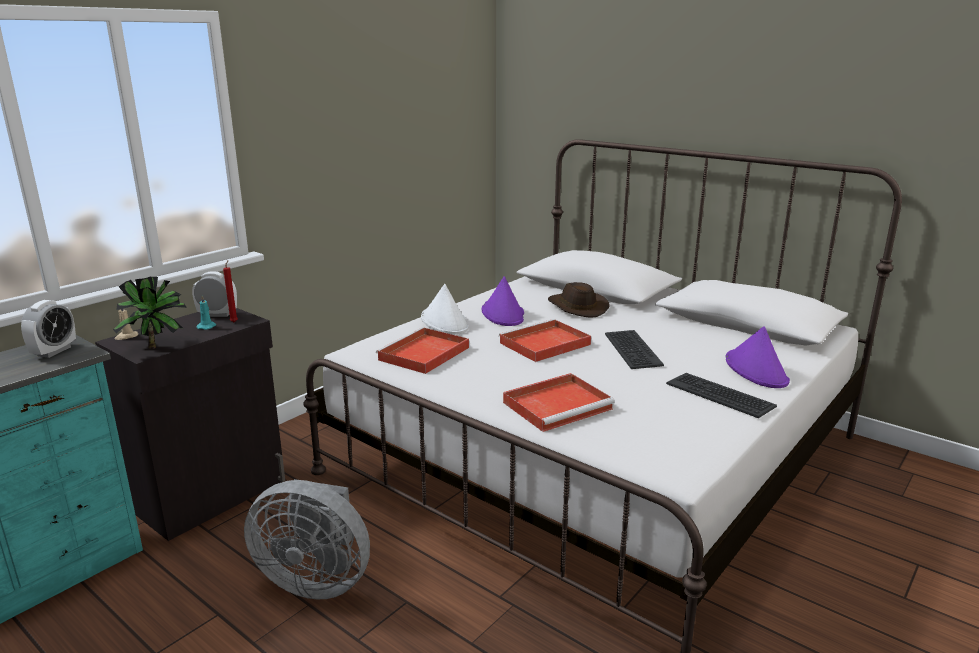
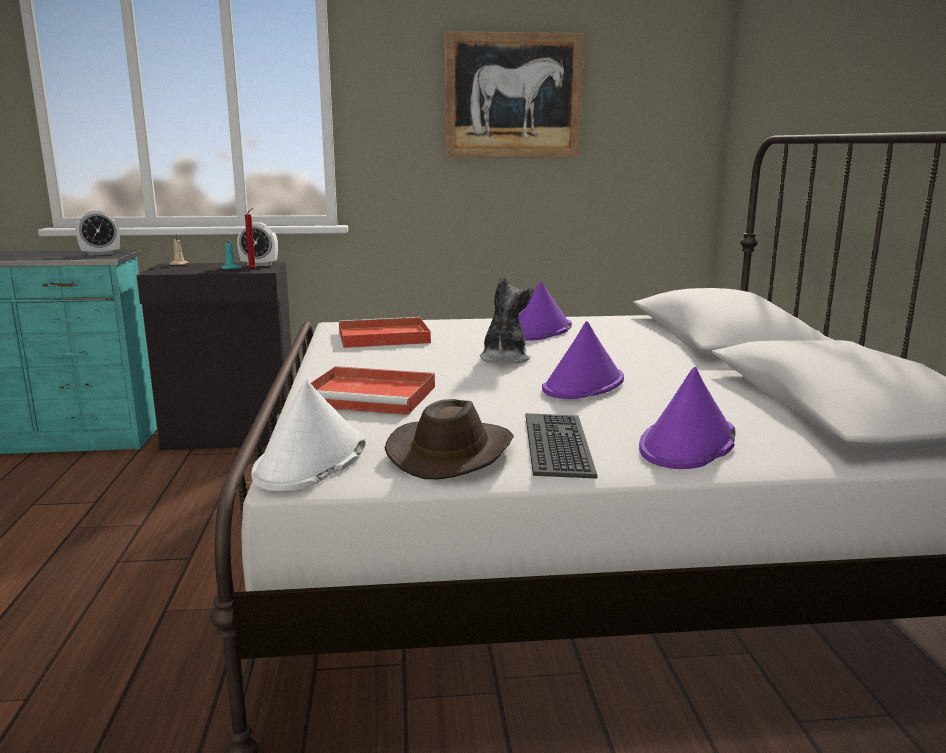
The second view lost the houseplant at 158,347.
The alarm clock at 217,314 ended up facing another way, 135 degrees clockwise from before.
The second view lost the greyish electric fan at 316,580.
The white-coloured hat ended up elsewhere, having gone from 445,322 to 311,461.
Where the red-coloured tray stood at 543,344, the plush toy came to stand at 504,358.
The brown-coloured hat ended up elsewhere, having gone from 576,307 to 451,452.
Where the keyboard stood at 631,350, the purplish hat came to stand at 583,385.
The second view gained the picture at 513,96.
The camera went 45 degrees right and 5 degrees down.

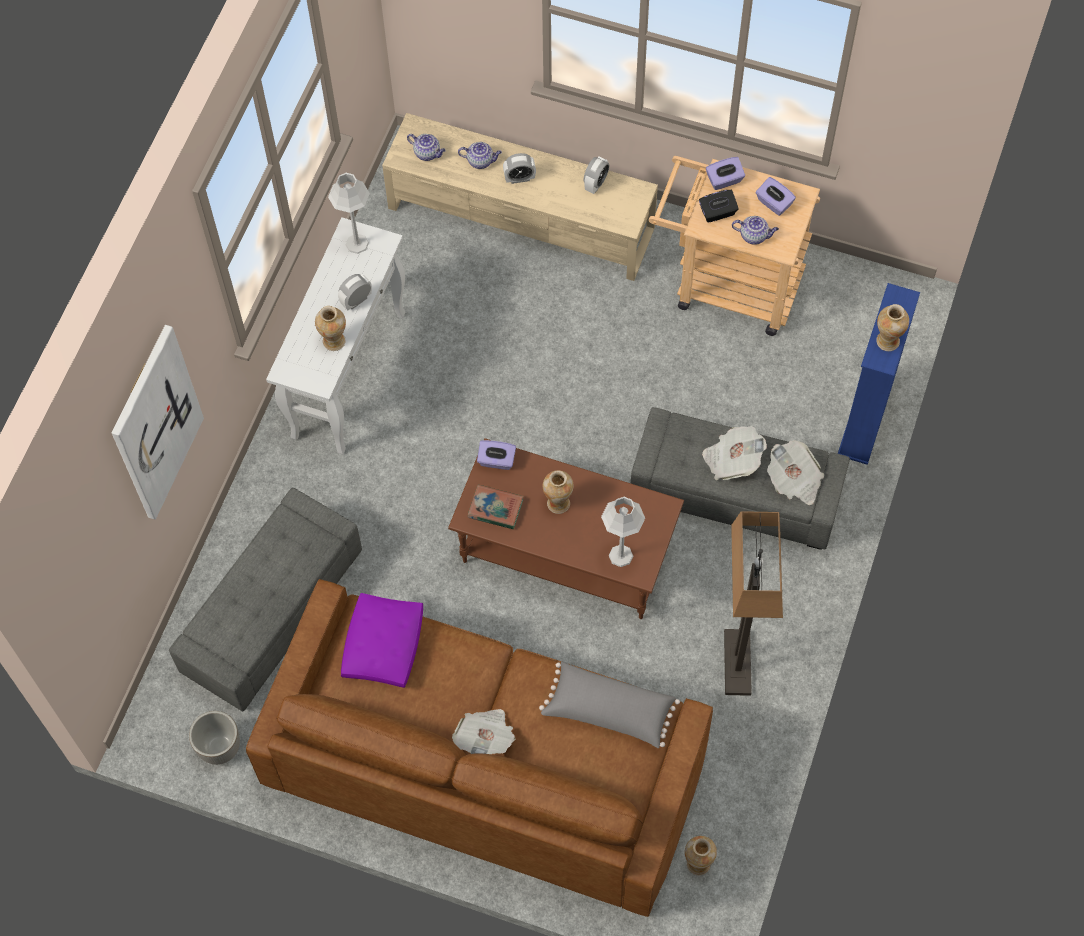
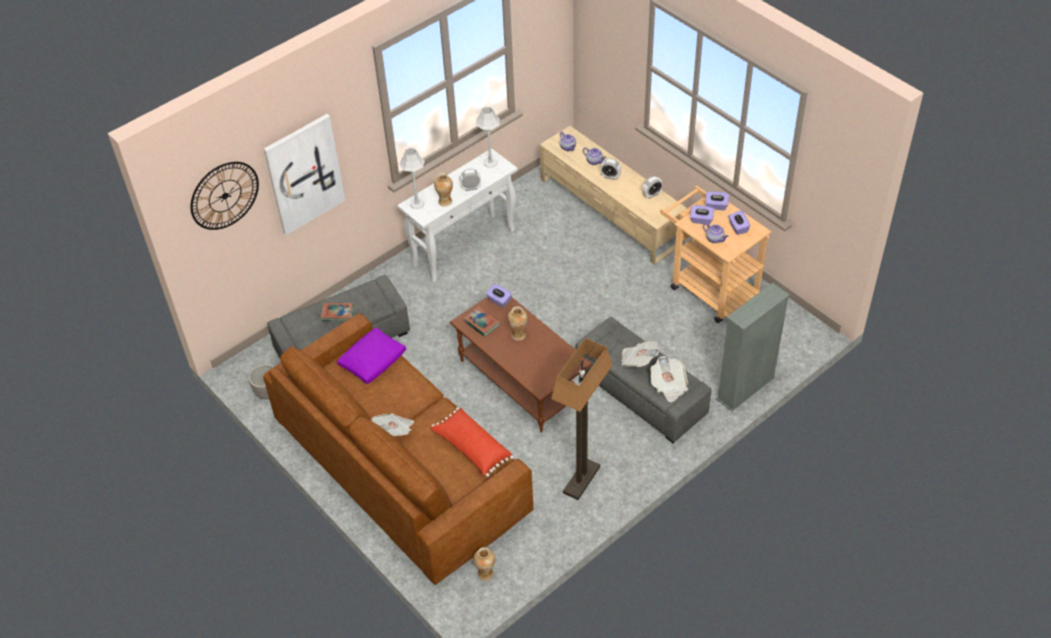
What was the greyish throw pillow at 608,711 turned into the red-coloured throw pillow at 471,448.
The greyish tabletop lamp ended up elsewhere, having gone from 621,555 to 417,204.
What was the black tissue box at 717,213 turned into the purplish tissue box at 701,220.
What was the blue-coloured shelving unit at 865,421 turned into the greyish shelving unit at 745,388.
The second view lost the decorative vase at 887,341.
The second view gained the clock on the wall at 224,195.
The second view gained the bound book at 337,313.
The camera went 30 degrees right and 15 degrees down.

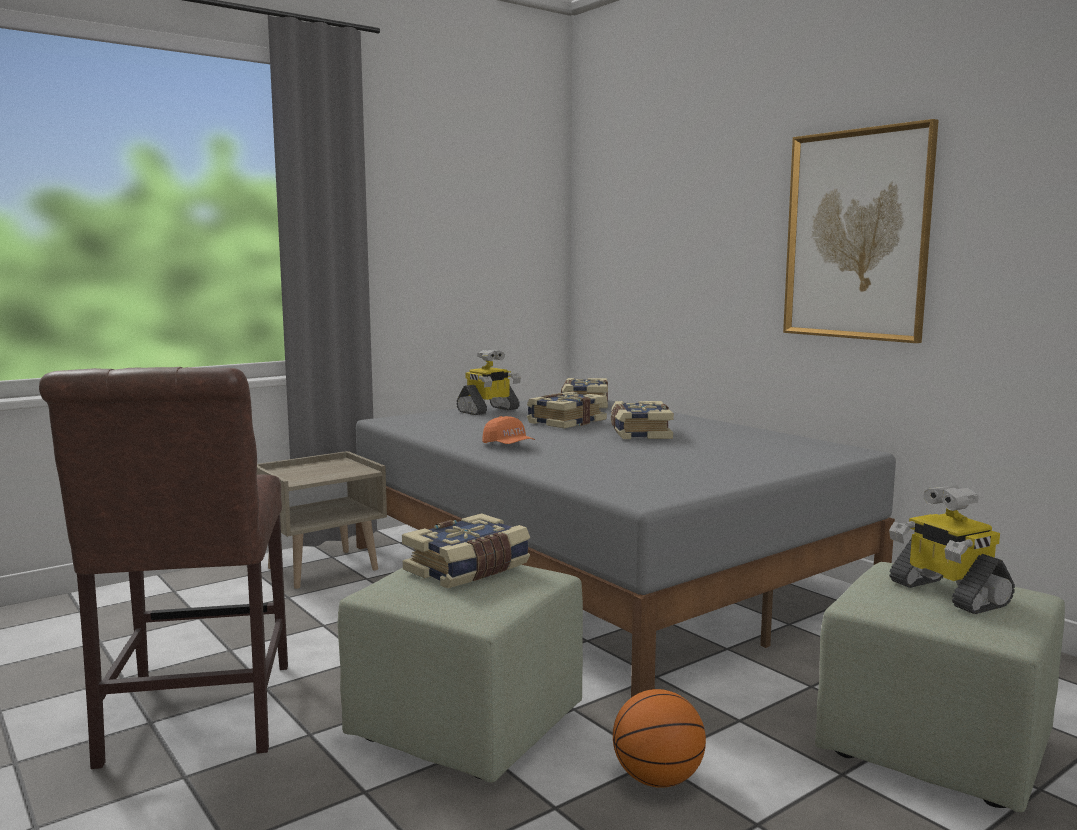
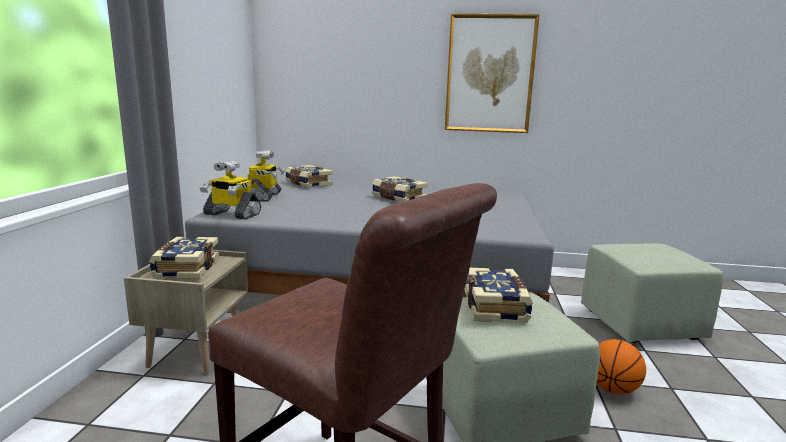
The second view lost the orange-coloured peaked cap at 508,446.
The bound book ended up elsewhere, having gone from 565,422 to 185,268.
The model robot ended up elsewhere, having gone from 946,593 to 231,214.
The camera went 45 degrees left and 5 degrees up.

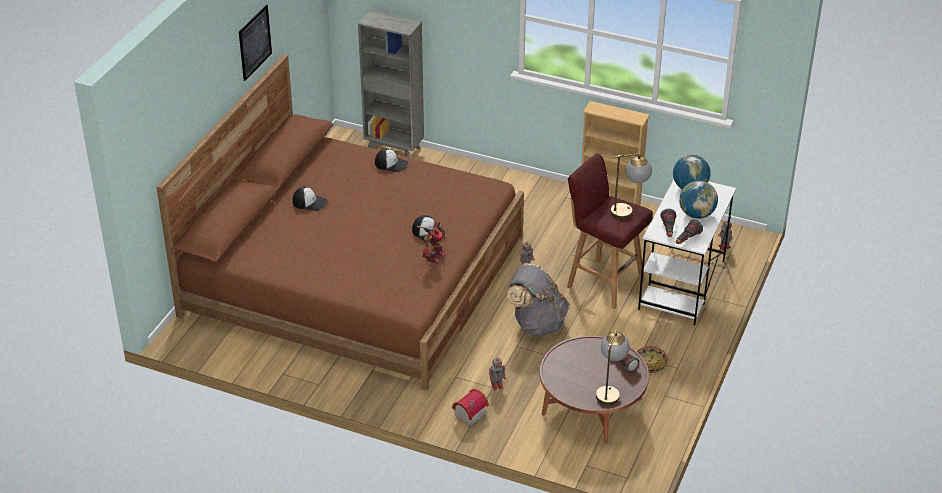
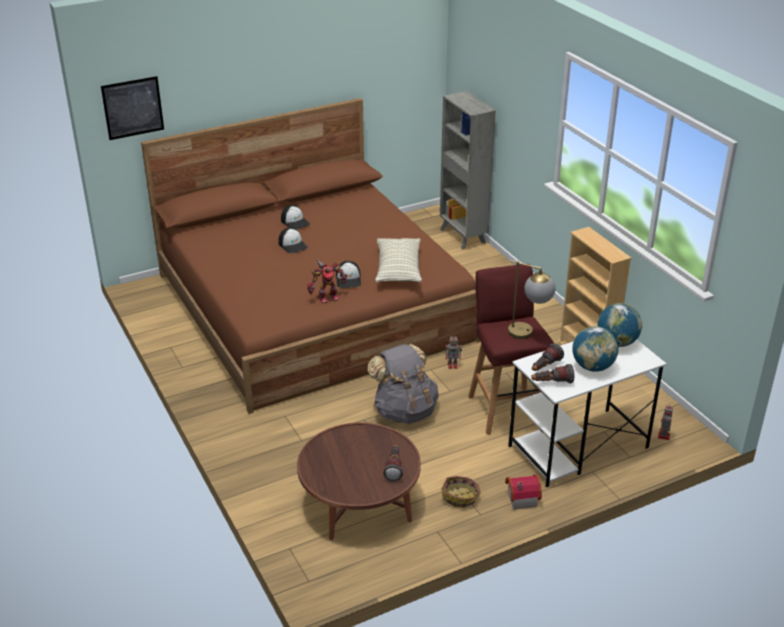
The picture ended up elsewhere, having gone from 255,42 to 133,108.
The peaked cap ended up elsewhere, having gone from 391,164 to 293,245.
The model house ended up elsewhere, having gone from 468,414 to 520,498.
The second view lost the model robot at 497,385.
The second view lost the tabletop lamp at 609,390.
The second view gained the throw pillow at 398,270.
The camera went 40 degrees right and 5 degrees down.

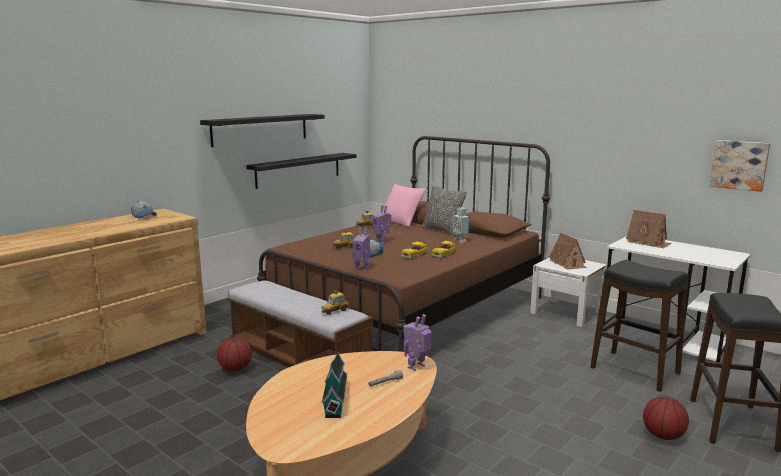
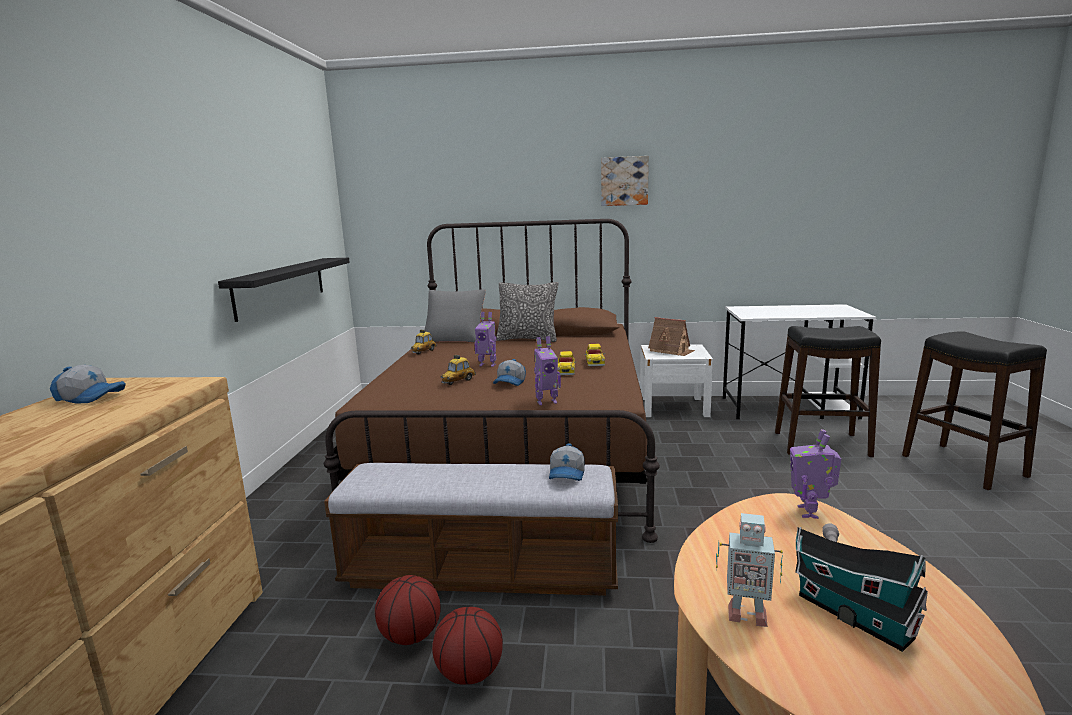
The second view lost the black shelf at 260,129.
Where the toy car stood at 335,311, the peaked cap came to stand at 568,474.
What was the pink throw pillow at 401,221 turned into the greyish throw pillow at 455,339.
The model robot ended up elsewhere, having gone from 460,241 to 745,613.
The second view lost the model house at 648,242.
The basketball ball ended up elsewhere, having gone from 662,436 to 469,673.
The picture ended up elsewhere, having gone from 739,165 to 624,181.
The camera went 35 degrees left and 0 degrees up.

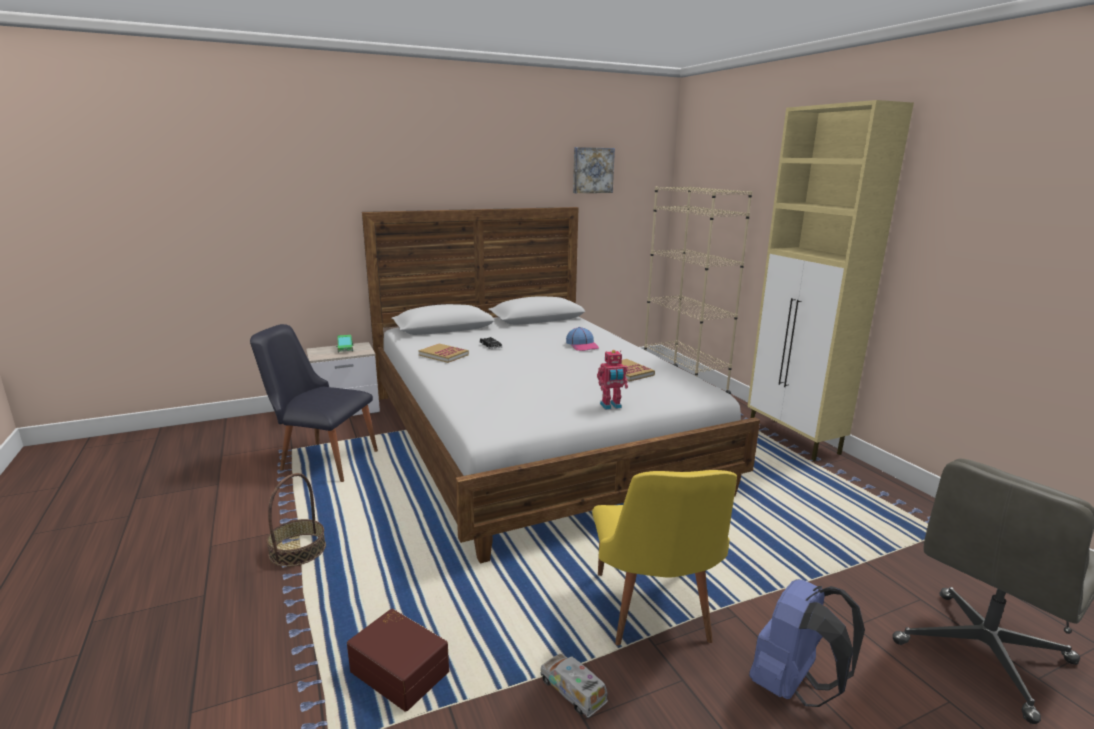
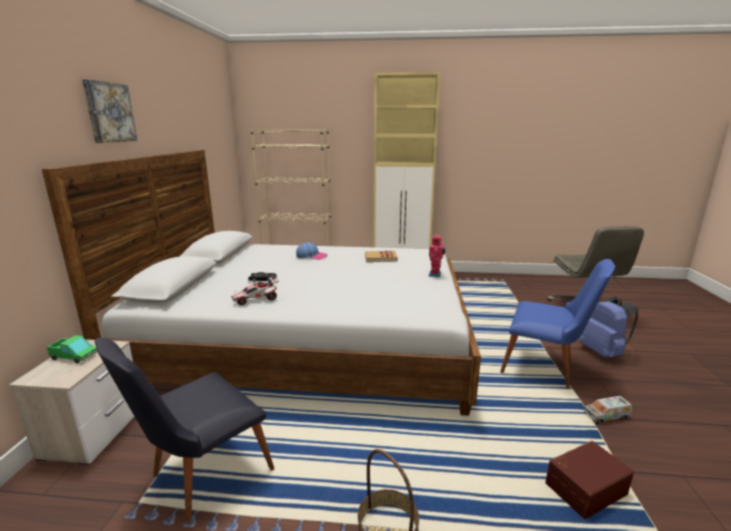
Where the bound book stood at 443,355, the toy car came to stand at 256,299.
The picture ended up elsewhere, having gone from 592,170 to 108,112.
What was the yellow upright chair at 653,615 turned into the blue-coloured upright chair at 545,369.
The camera went 60 degrees left and 0 degrees up.

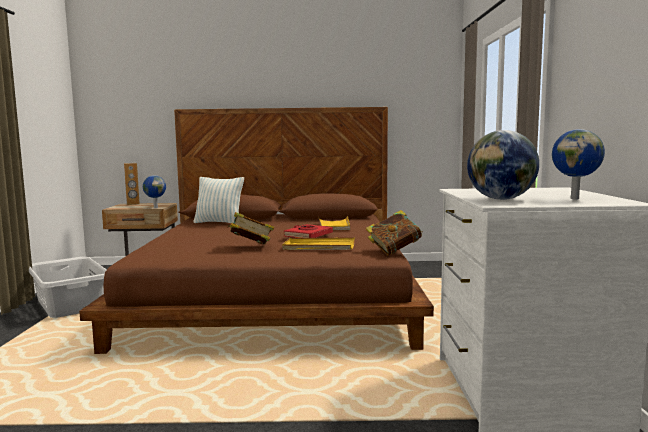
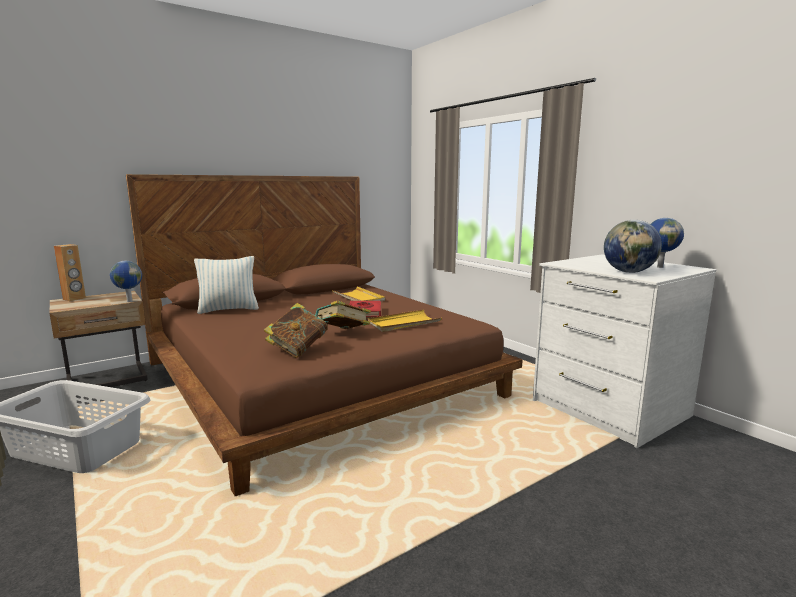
The bound book ended up elsewhere, having gone from 394,251 to 298,350.
The camera went 35 degrees left and 5 degrees up.

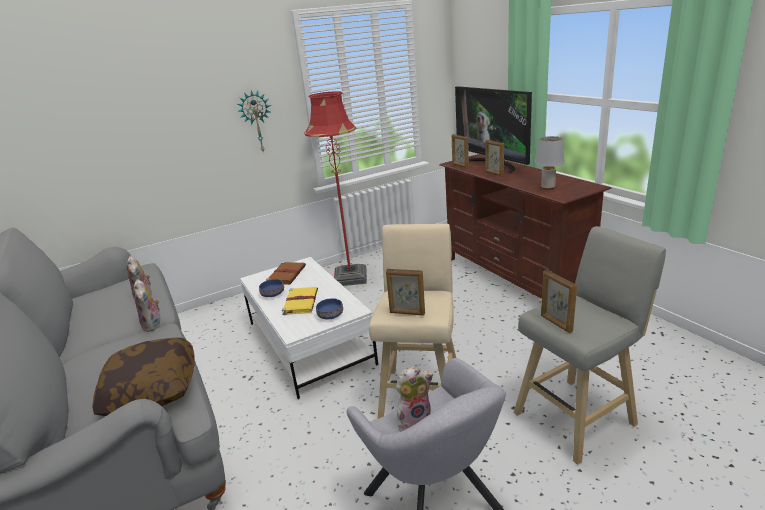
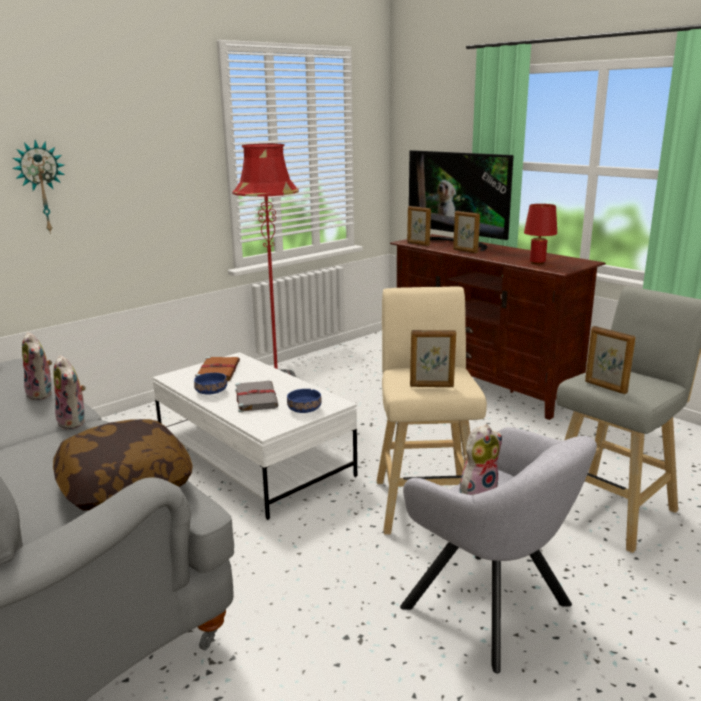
The clock on the wall ended up elsewhere, having gone from 256,122 to 41,187.
What was the yellow bound book at 301,302 turned into the greyish bound book at 256,398.
What was the greyish tabletop lamp at 548,187 turned into the red-coloured tabletop lamp at 537,262.
The camera went 15 degrees left and 5 degrees down.

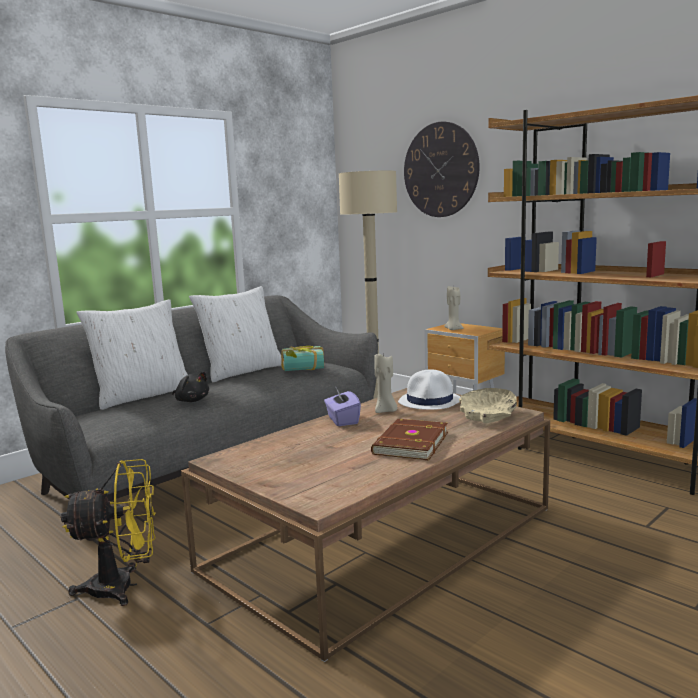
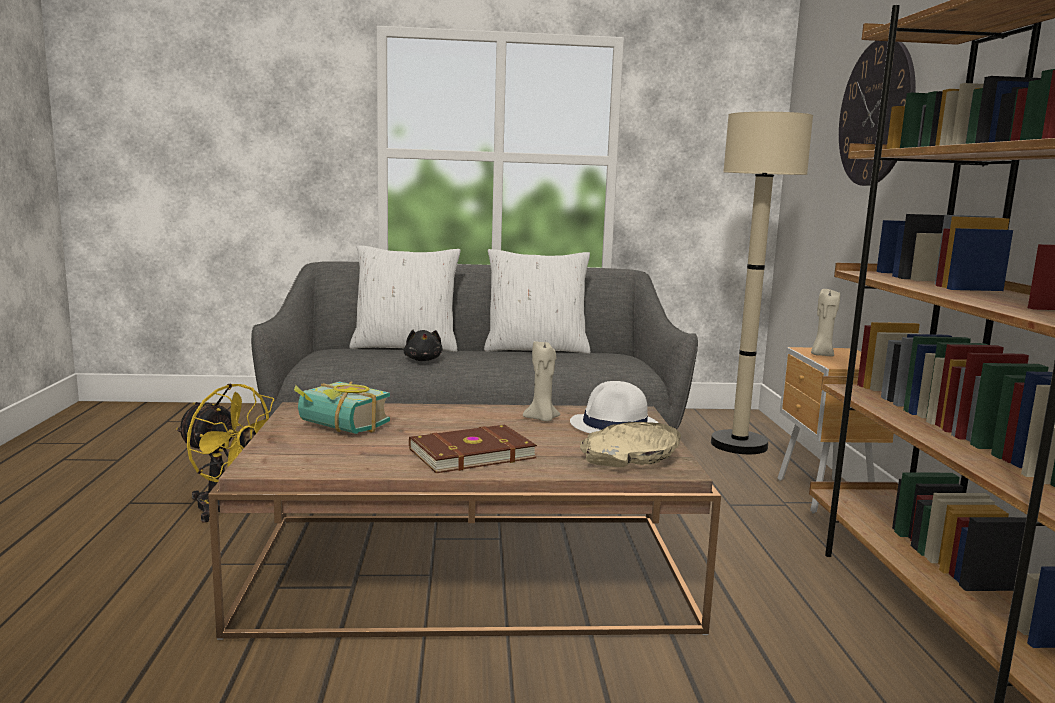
The bound book ended up elsewhere, having gone from 303,370 to 338,428.
The second view lost the purplish tissue box at 342,420.
The camera went 40 degrees right and 0 degrees up.

